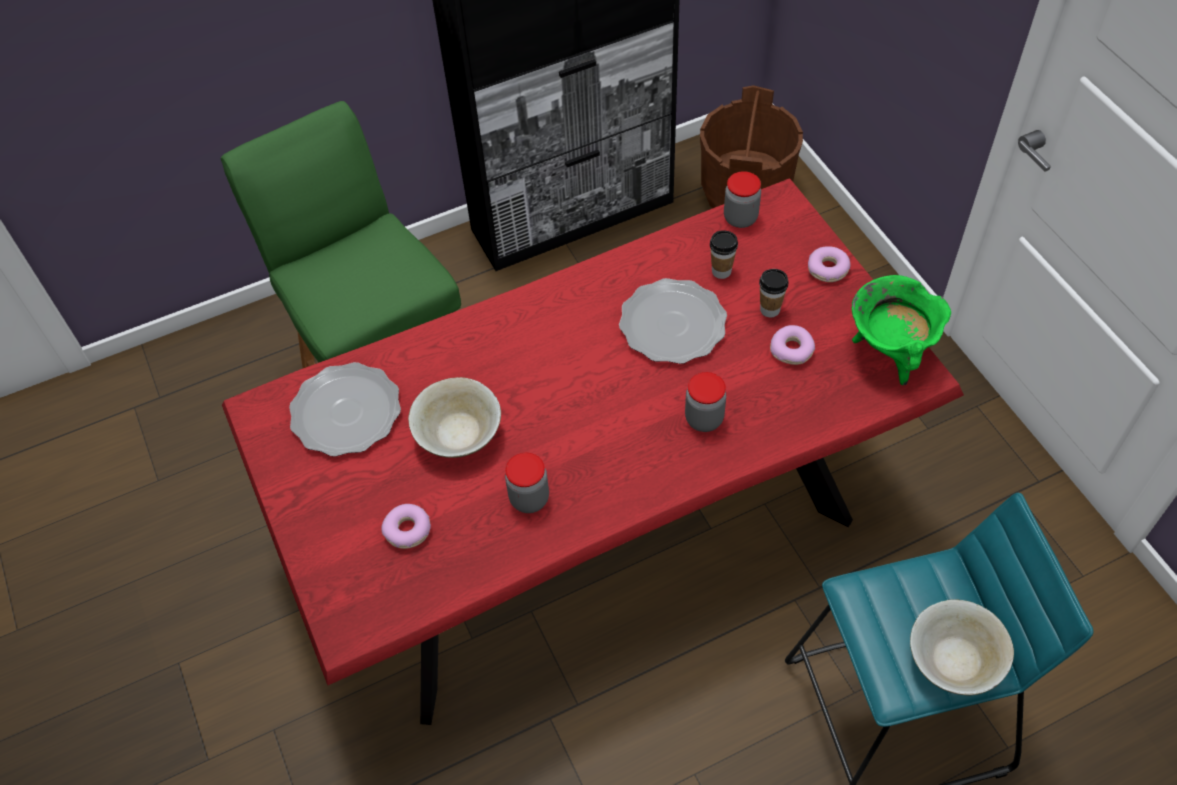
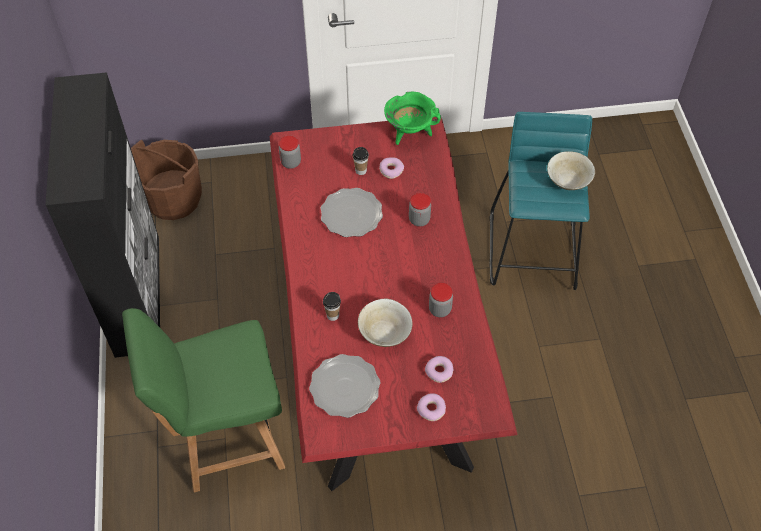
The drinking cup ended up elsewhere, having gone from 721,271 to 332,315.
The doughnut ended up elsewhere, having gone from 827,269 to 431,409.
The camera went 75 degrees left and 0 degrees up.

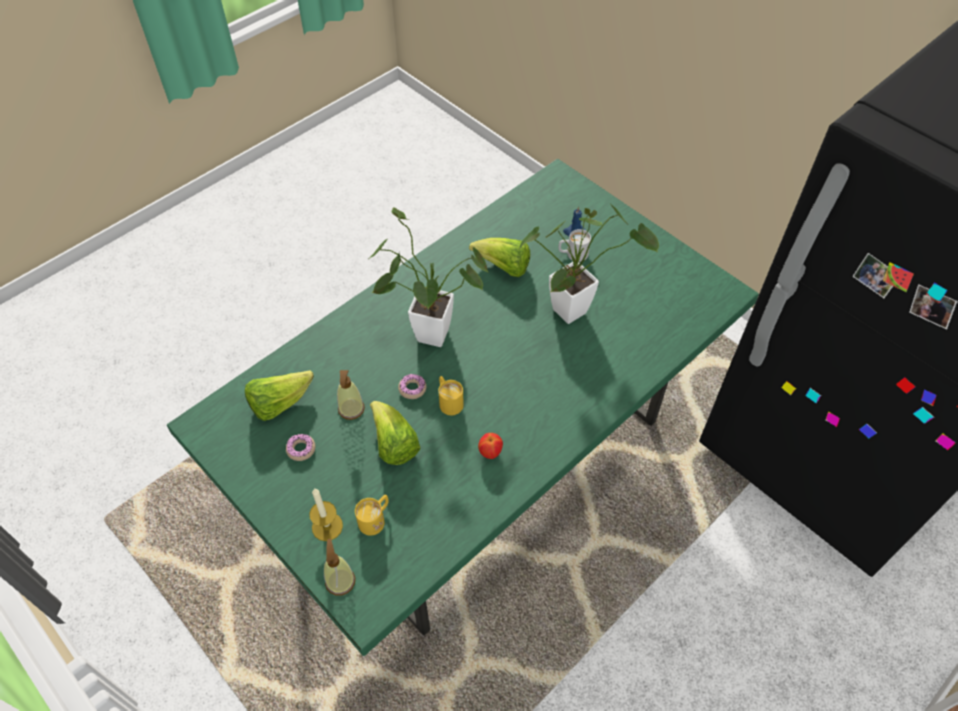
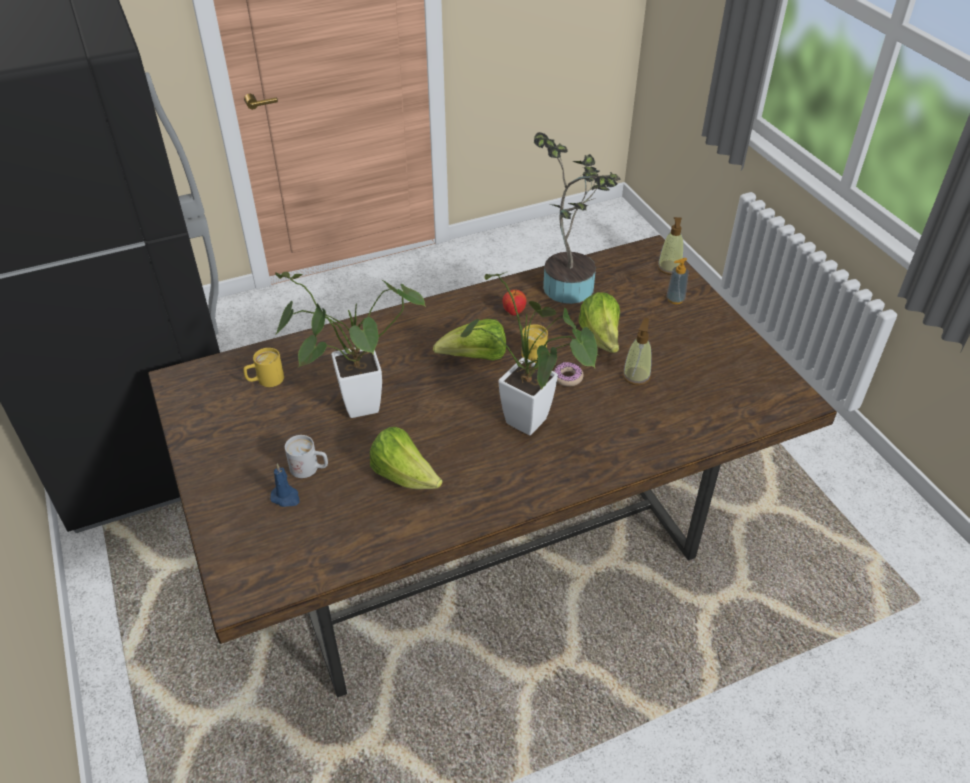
What was the green dining table at 478,461 turned into the brown-coloured dining table at 486,537.
The lettuce ended up elsewhere, having gone from 279,403 to 475,358.
The second view lost the doughnut at 301,449.
Where the wax light stood at 327,526, the liquid soap bottle came to stand at 675,299.
The yellow tea mug ended up elsewhere, having gone from 375,519 to 265,380.
The second view gained the houseplant at 569,283.
The camera went 160 degrees left and 10 degrees down.

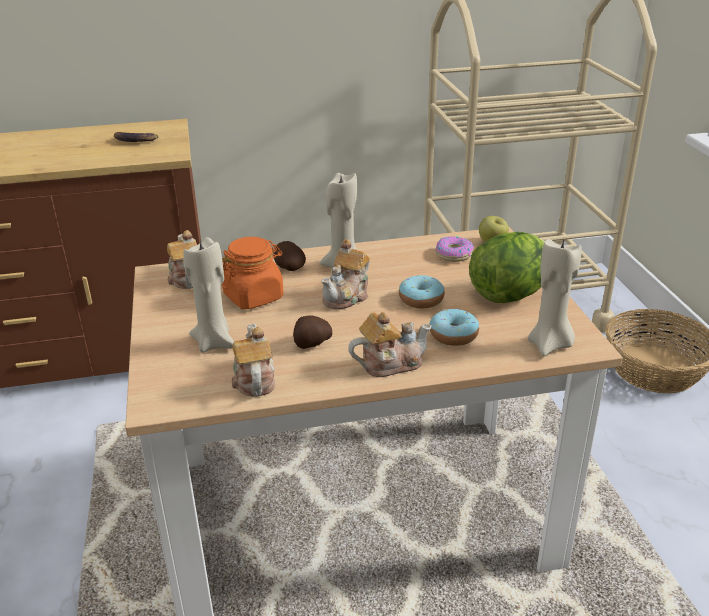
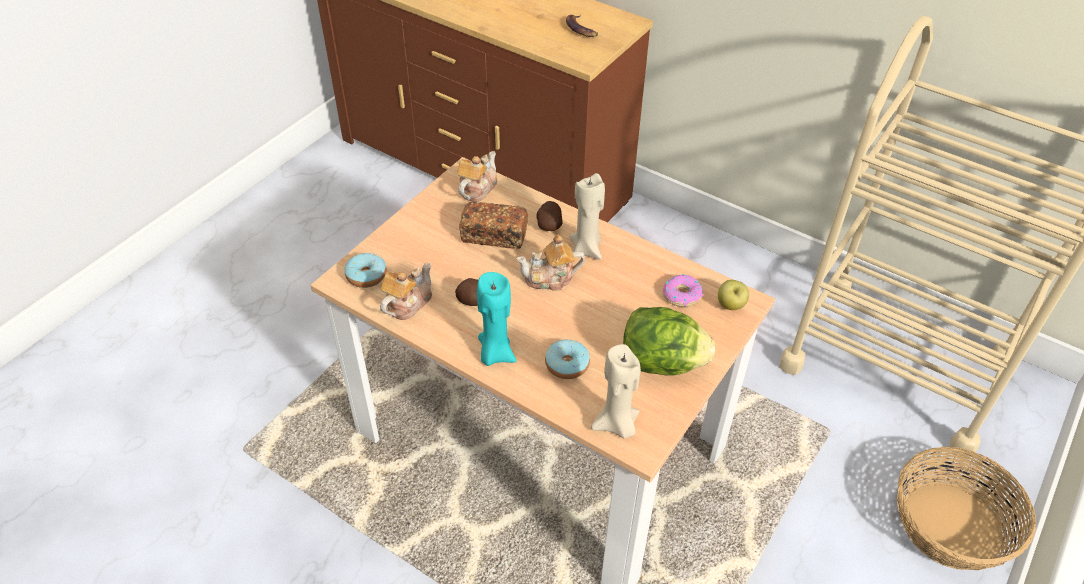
The second view lost the beige wax light at 214,342.
Where the orange-coloured storage jar stood at 254,297, the bread came to stand at 494,235.
Where the teapot stood at 389,363, the turquoise wax light came to stand at 495,354.
The doughnut ended up elsewhere, having gone from 421,299 to 366,276.
The camera went 45 degrees right and 15 degrees up.

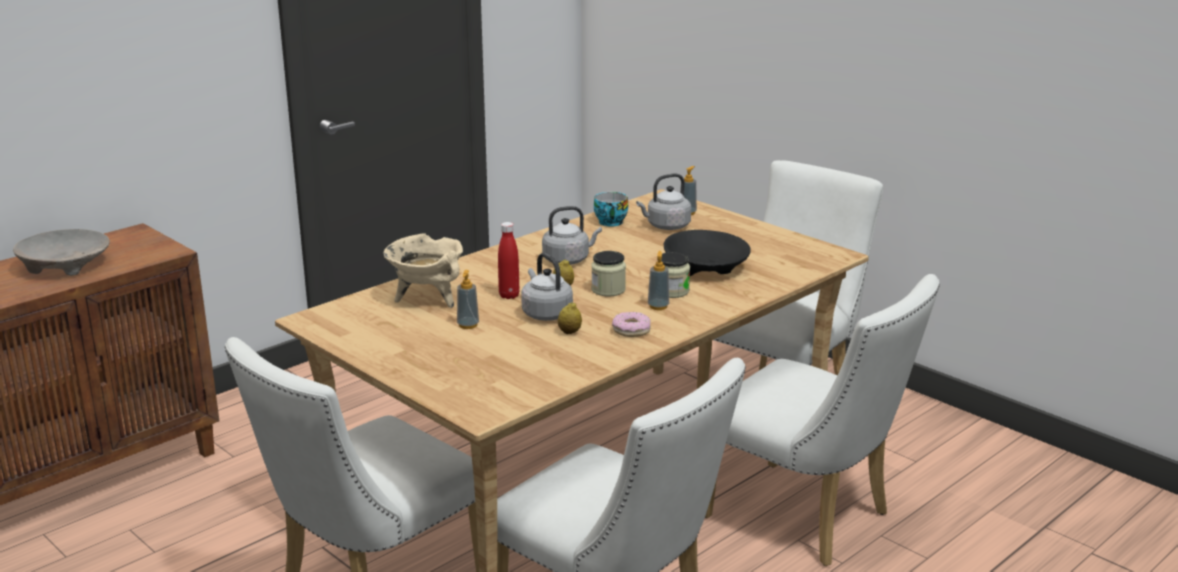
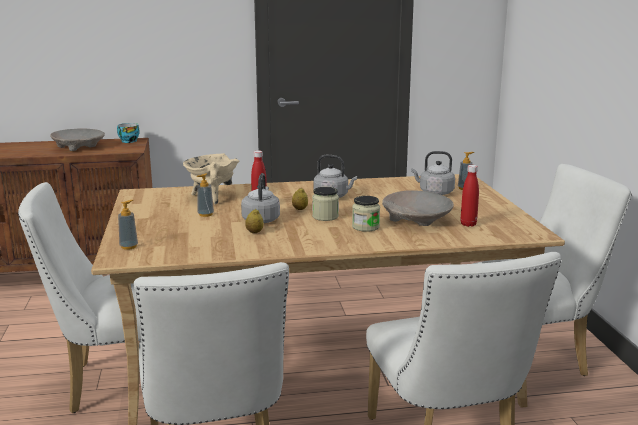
The drinking cup ended up elsewhere, having gone from 608,222 to 129,141.
The second view lost the doughnut at 631,330.
The liquid soap bottle ended up elsewhere, having gone from 658,306 to 129,246.
What was the black bowl at 706,267 turned into the beige bowl at 417,219.
The second view gained the red-coloured bottle at 468,224.
The camera went 35 degrees right and 5 degrees down.

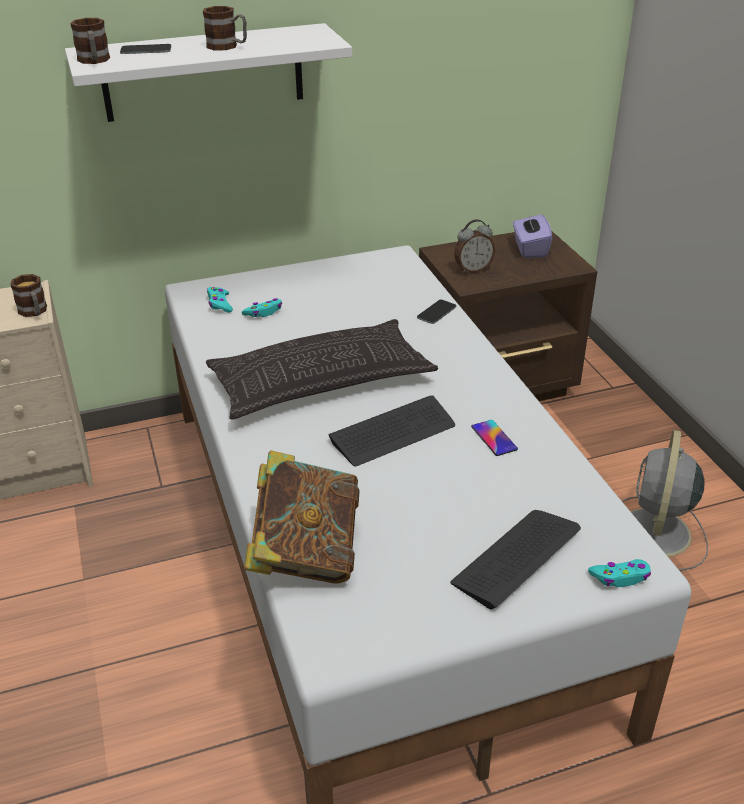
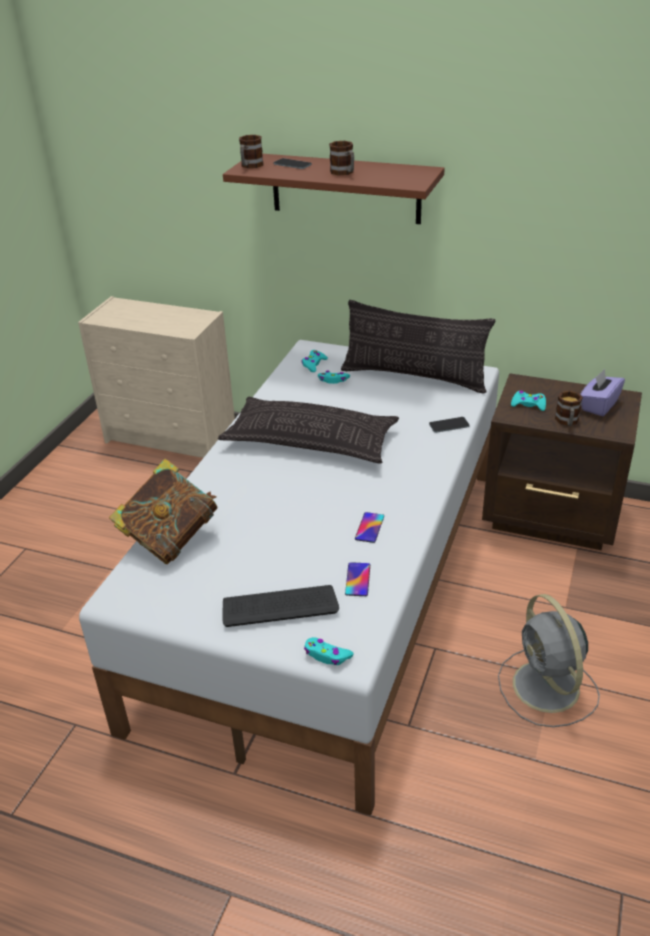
The tea mug ended up elsewhere, having gone from 34,312 to 567,422.
What was the white-coloured shelf at 203,73 turned into the brown-coloured shelf at 345,188.
The second view lost the keyboard at 393,433.
Where the alarm clock stood at 473,269, the turquoise game controller came to stand at 528,404.
The greyish electric fan at 655,534 ended up facing another way, 75 degrees counterclockwise from before.
The second view gained the throw pillow at 414,377.
The second view gained the handset at 357,579.
The camera went 40 degrees right and 0 degrees up.

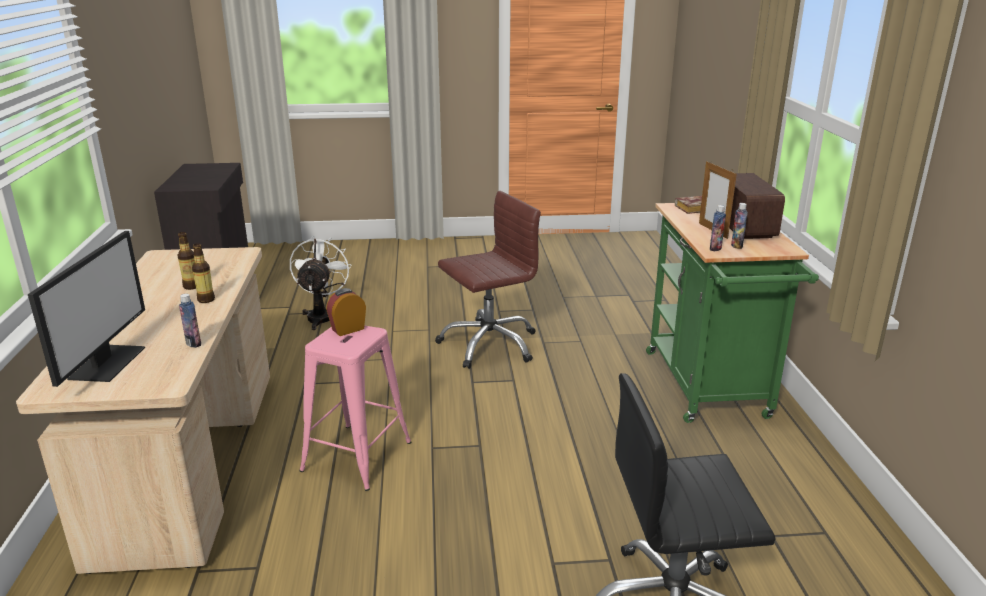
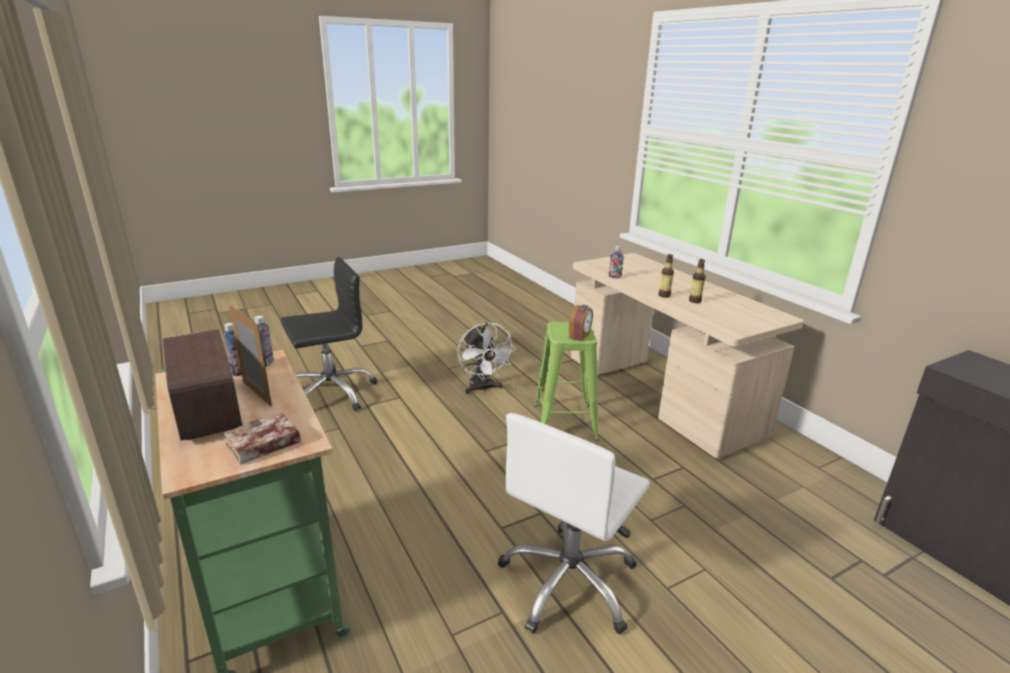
The second view lost the monitor at 106,362.
The white-coloured electric fan ended up elsewhere, having gone from 322,316 to 483,389.
What was the pink stool seat at 357,456 turned into the green stool seat at 564,422.
What was the brown-coloured computer chair at 488,344 turned into the white-coloured computer chair at 569,582.
The camera went 155 degrees right and 0 degrees up.

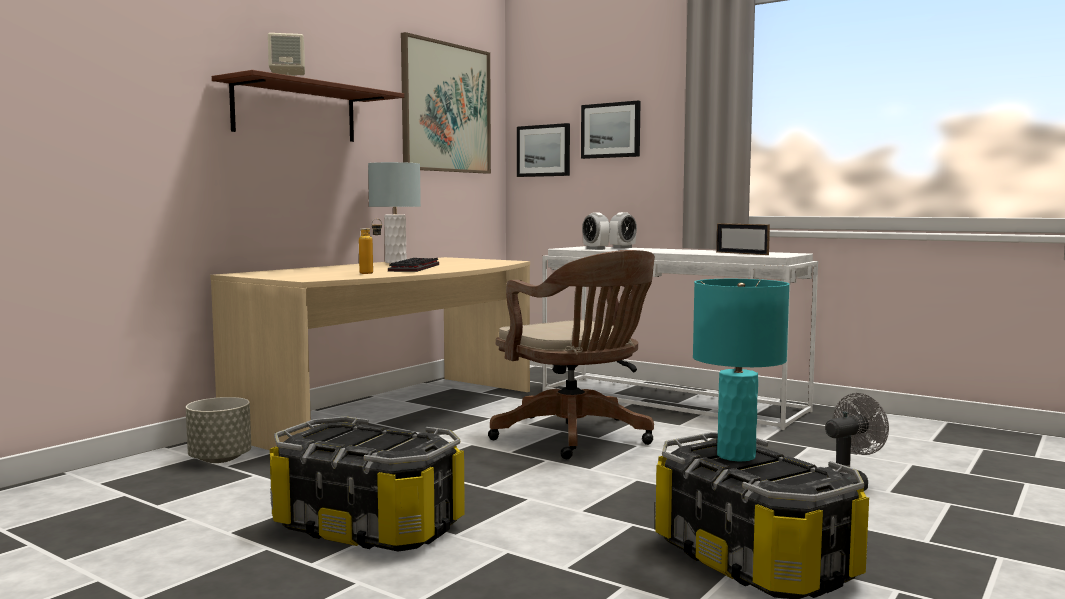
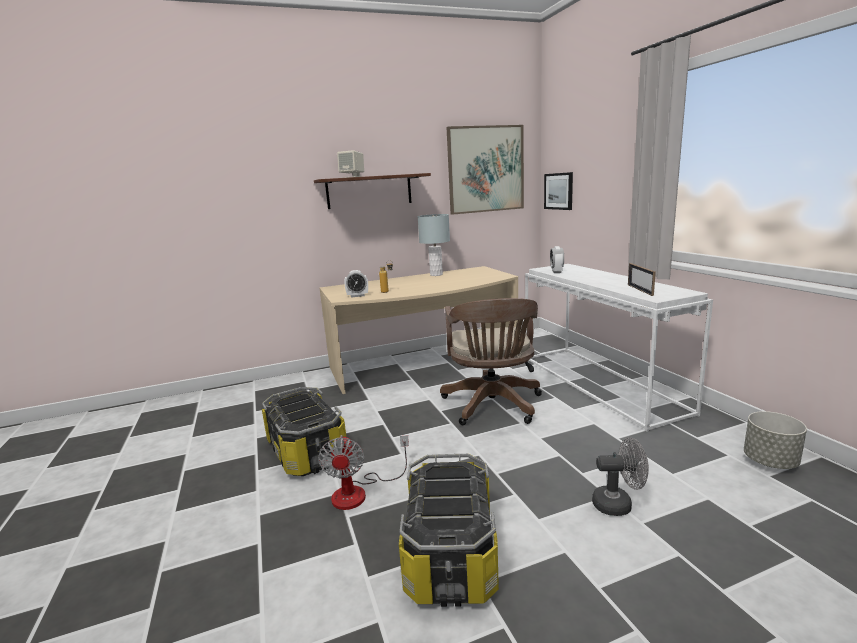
The greyish planter ended up elsewhere, having gone from 220,459 to 770,462.
The second view lost the keyboard at 416,268.
The second view lost the picture at 611,130.
The alarm clock ended up elsewhere, having gone from 622,248 to 357,296.
The second view lost the turquoise tabletop lamp at 735,456.
The second view gained the electric fan at 359,492.
The camera went 35 degrees right and 10 degrees up.

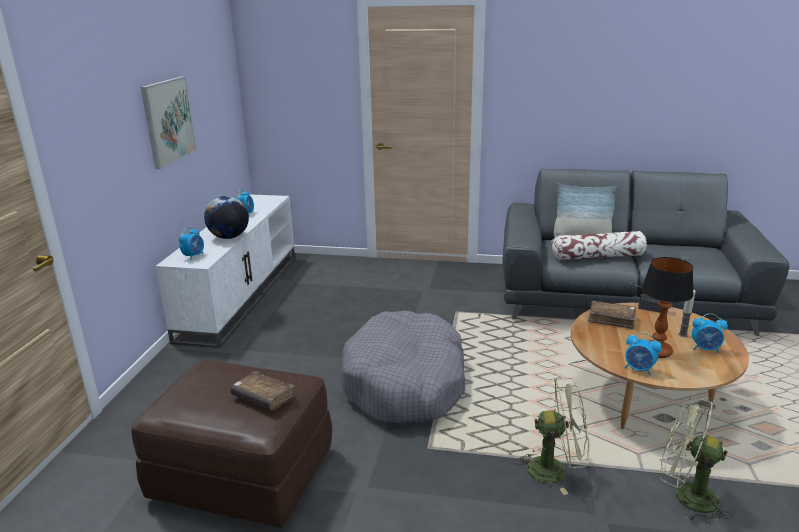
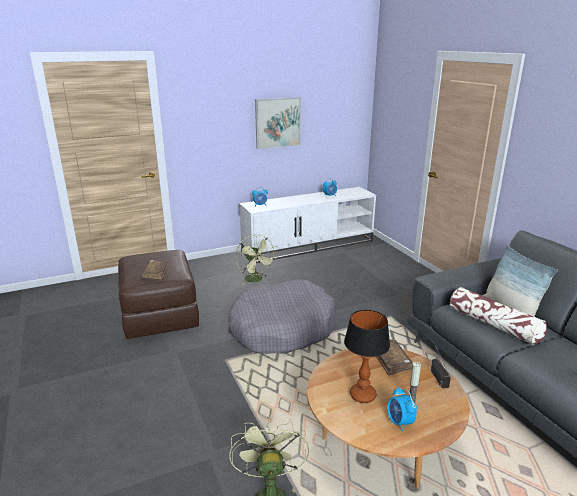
The second view lost the globe at 229,237.
The green electric fan ended up elsewhere, having gone from 555,469 to 256,280.
The second view lost the alarm clock at 639,369.
The camera went 55 degrees right and 0 degrees up.

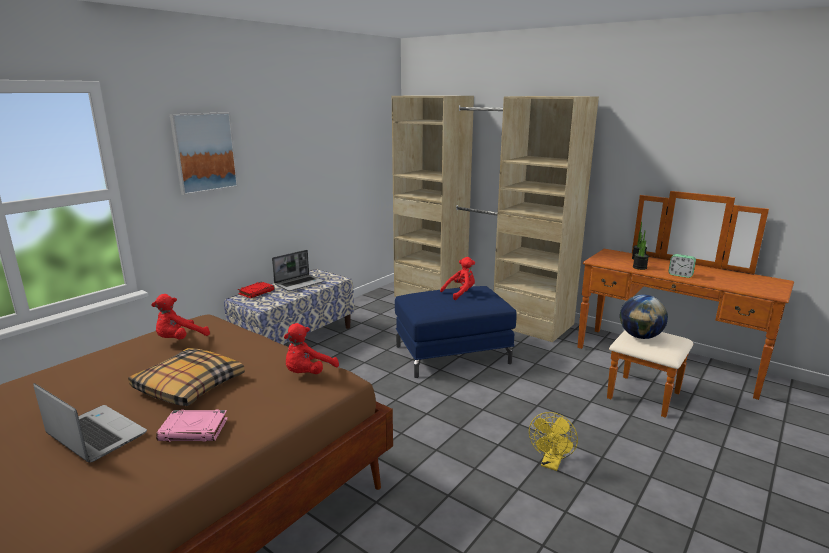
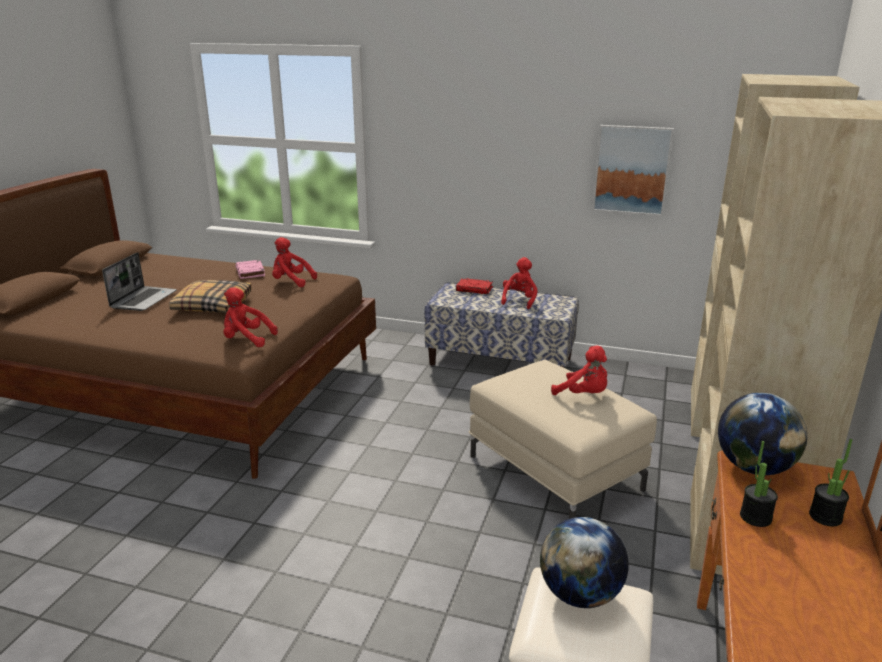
The pink bound book ended up elsewhere, having gone from 194,430 to 250,272.
The picture ended up elsewhere, having gone from 204,152 to 631,170.
Where the portable computer stood at 299,283, the red-coloured plush toy came to stand at 519,300.
What was the blue-coloured footrest at 452,354 turned into the beige footrest at 555,472.
The second view lost the yellow electric fan at 551,464.
The second view lost the alarm clock at 680,275.
The second view gained the globe at 754,467.
The camera went 70 degrees right and 5 degrees up.

